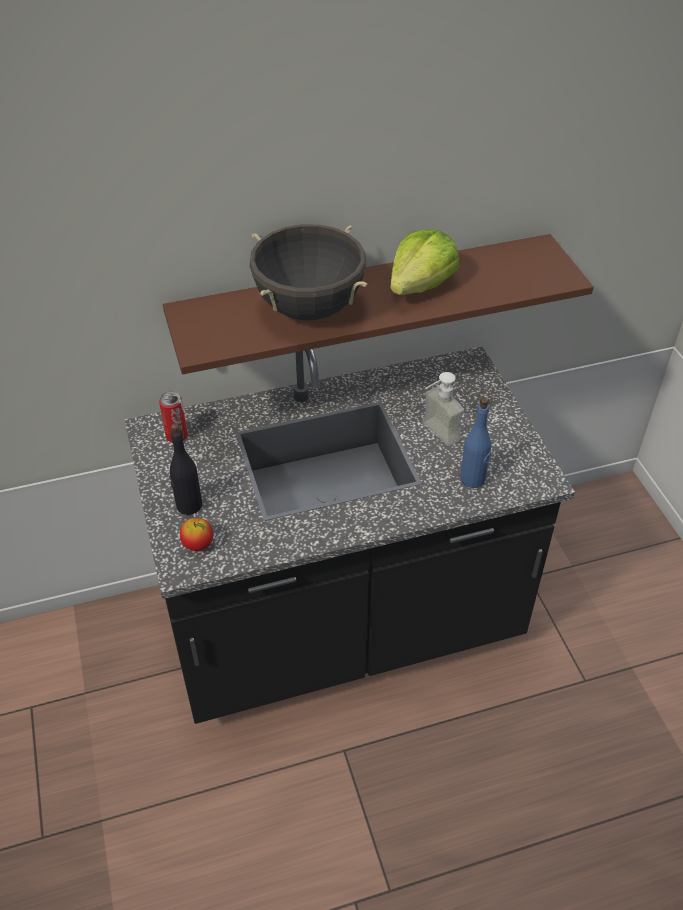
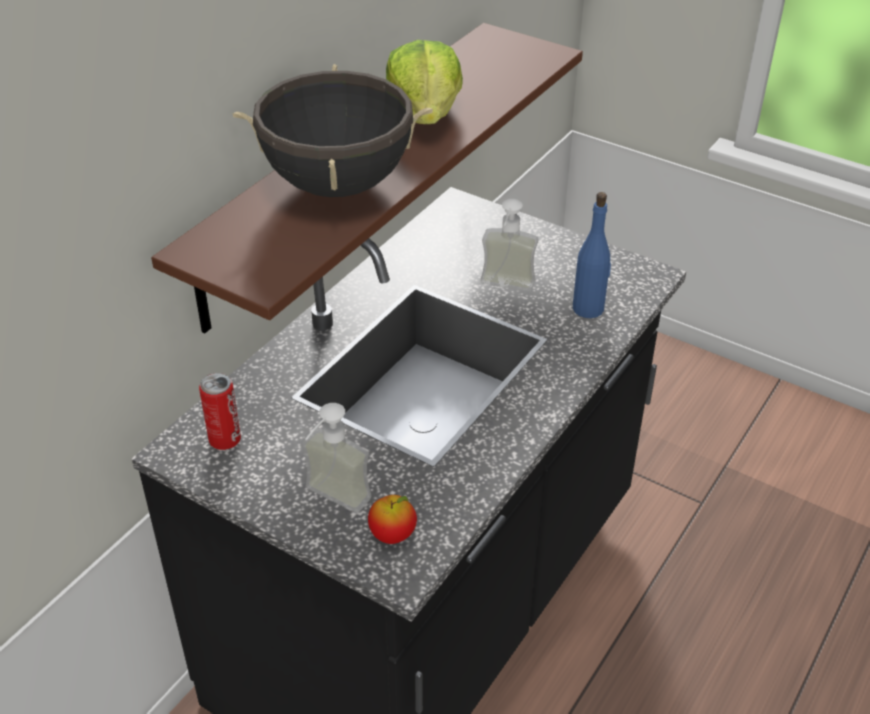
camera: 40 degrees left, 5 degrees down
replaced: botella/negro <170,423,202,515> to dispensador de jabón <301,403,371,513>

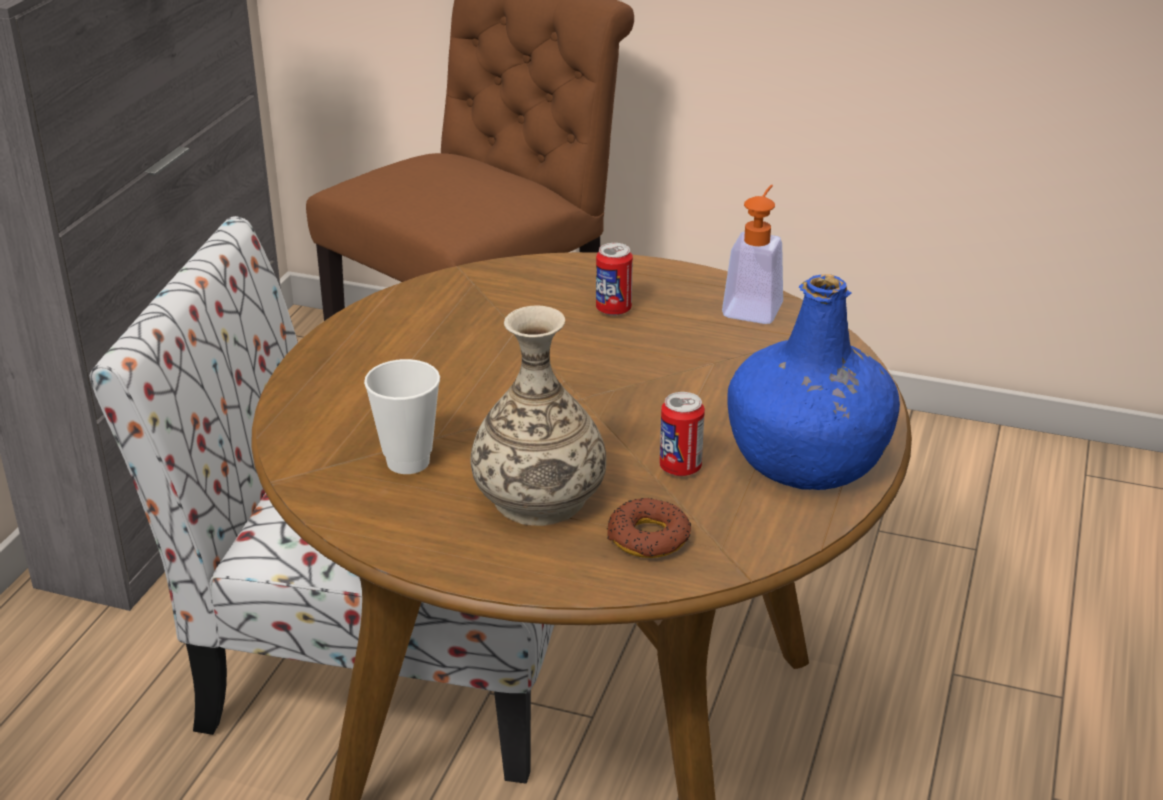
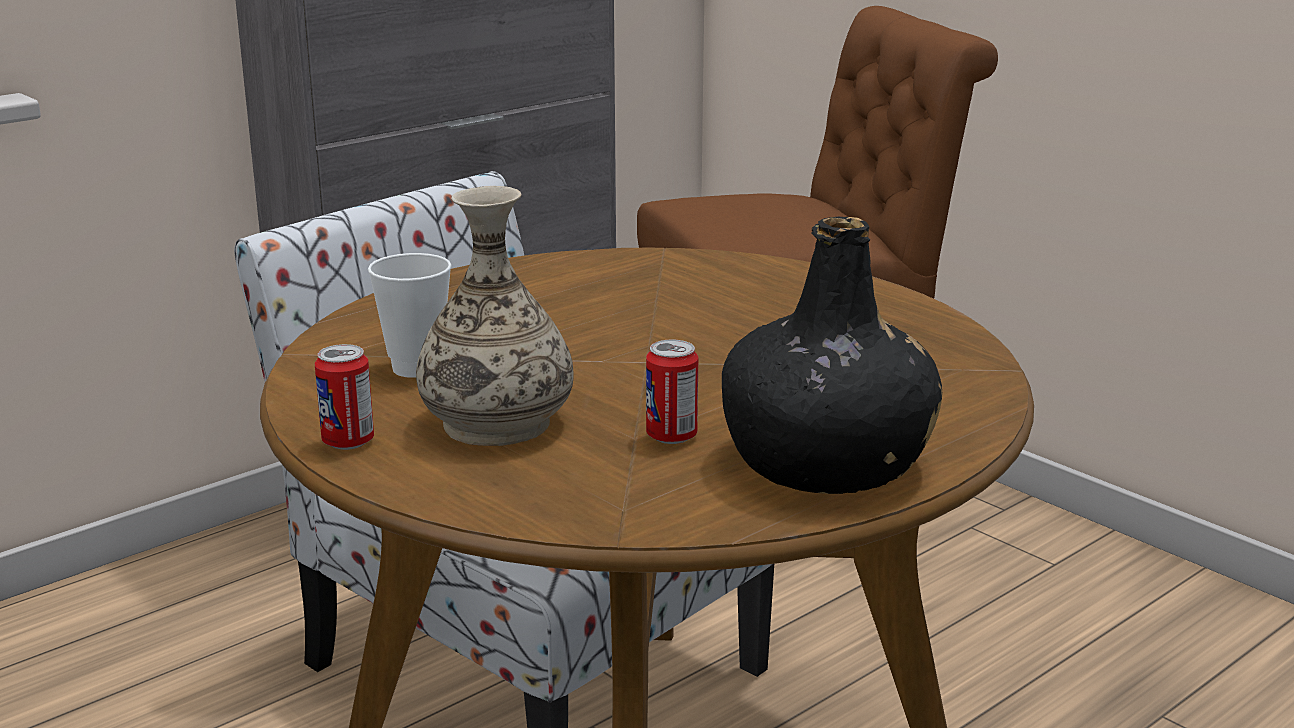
camera: 30 degrees right, 10 degrees down
removed: rosquilla <607,498,691,558>; dispensador de jabón <722,185,783,324>
moved: lata <596,243,633,316> to <315,344,374,450>
recoloured: botella/azul <727,274,900,490> to botella/negro <722,217,942,494>

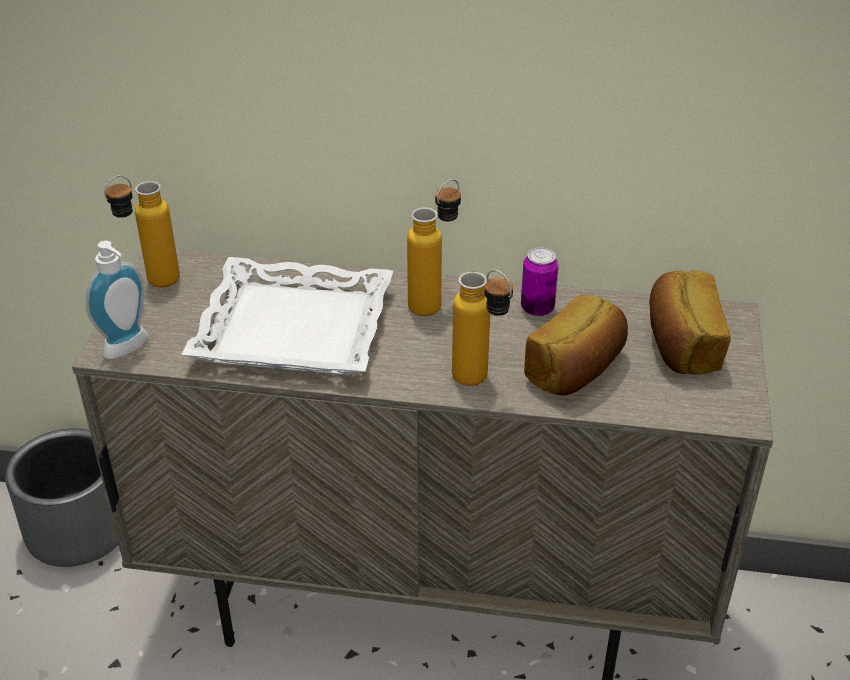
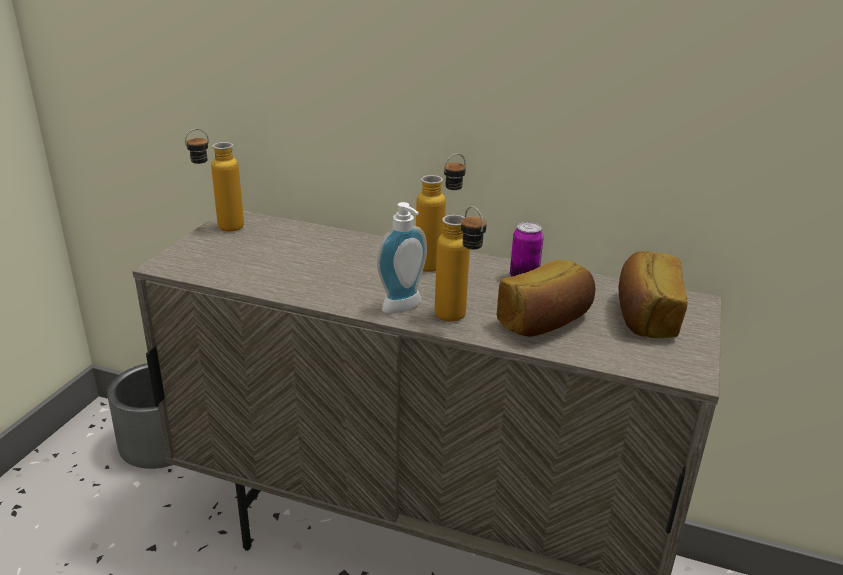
camera: 10 degrees right, 10 degrees down
removed: bandeja/blanco <181,257,393,375>
moved: dispensador de jabón <86,241,148,359> to <377,202,427,314>

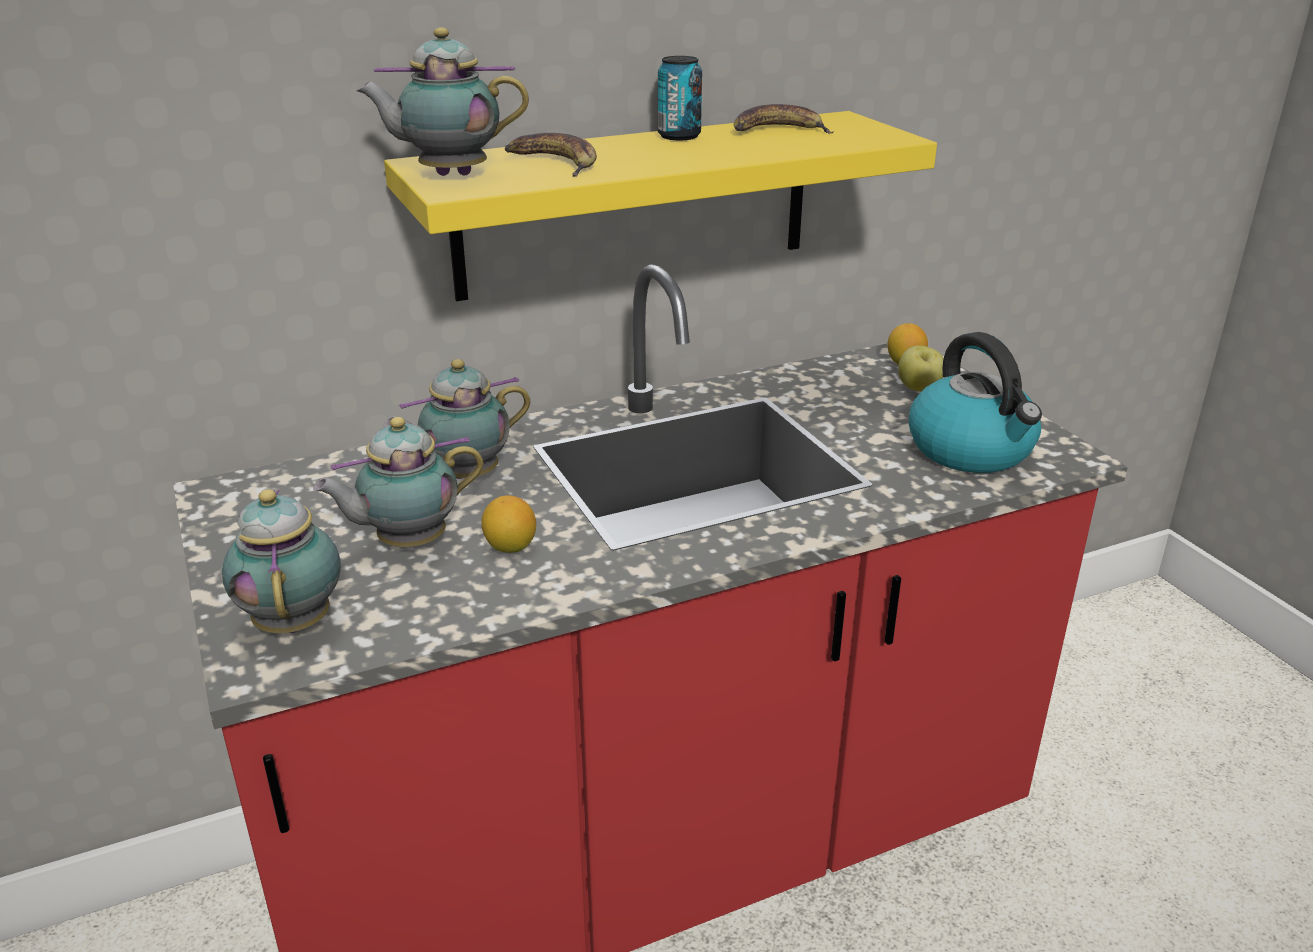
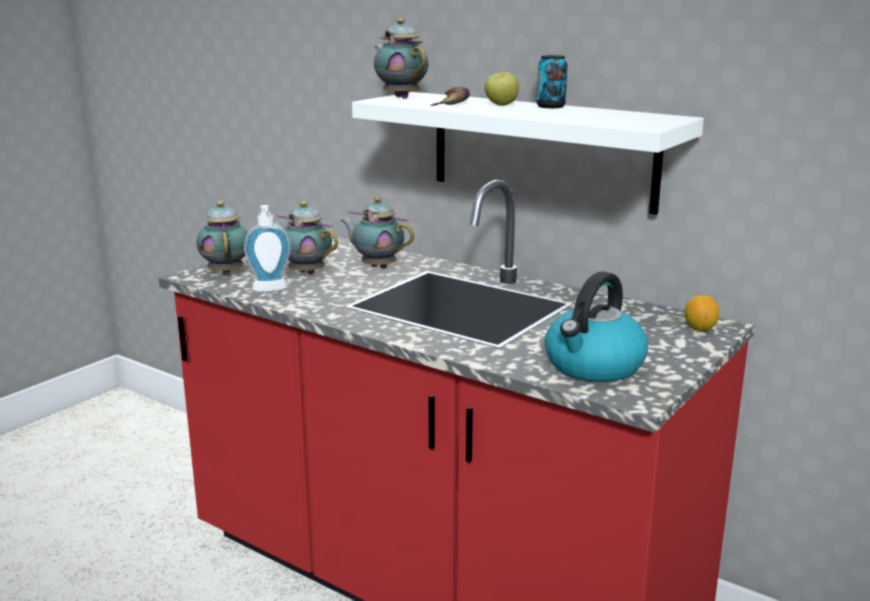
camera: 60 degrees right, 10 degrees down
removed: limón <482,495,536,553>; plátano <734,104,833,134>
added: dispensador de jabón <244,205,291,292>
moved: manzana <898,346,944,391> to <485,72,519,106>
recoloured: estante/amarillo <384,111,937,301> to estante/blanco <352,92,704,215>
turned: tetera <222,489,341,633> = <196,201,248,275> 60 degrees counterclockwise

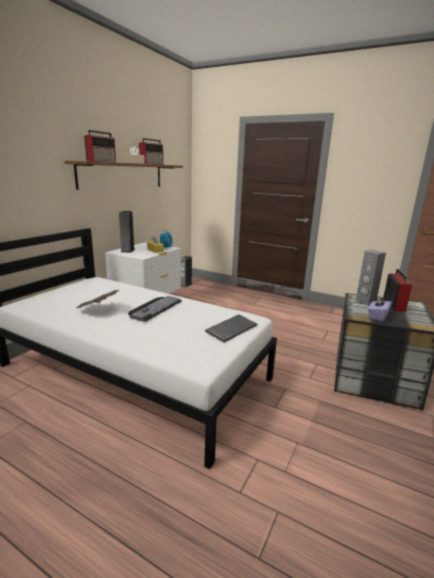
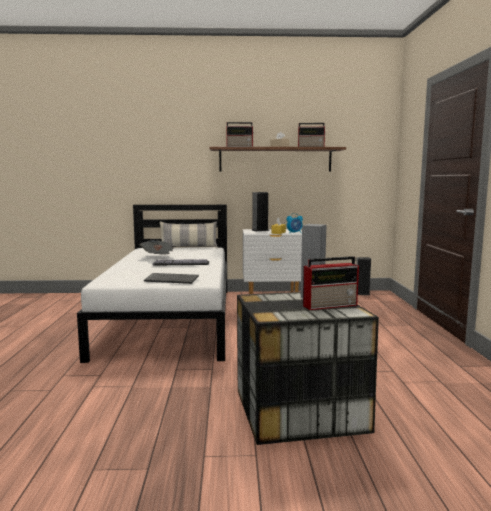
camera: 60 degrees right, 10 degrees down
removed: caja de pañuelos/morado <368,296,392,322>
added: cojín <160,221,218,247>

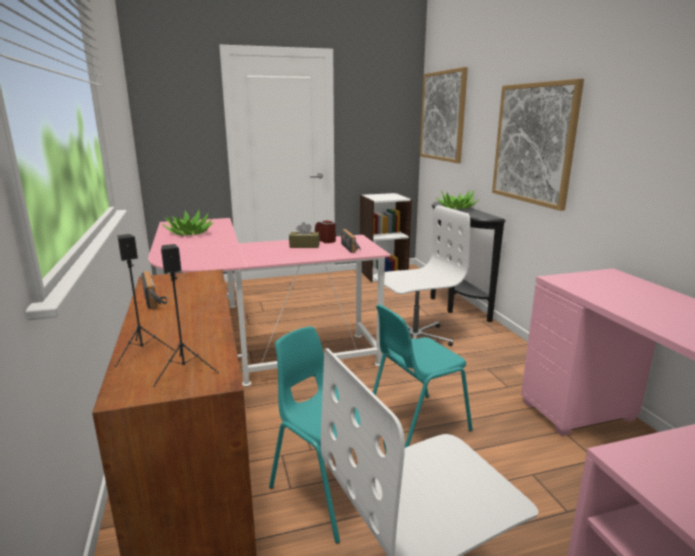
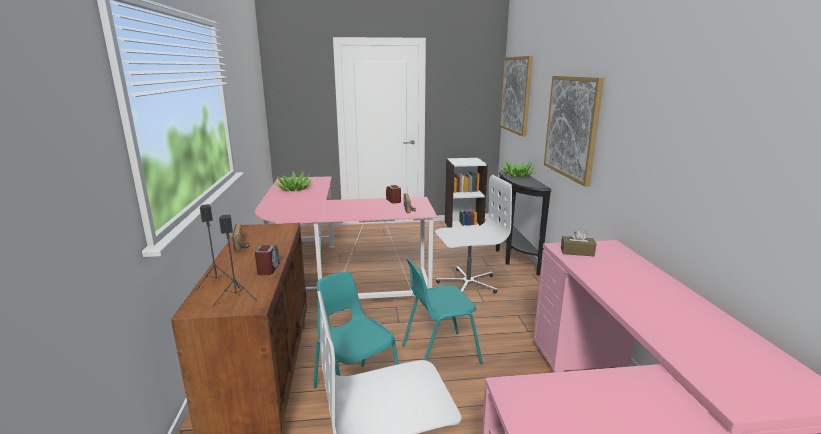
camera: 10 degrees right, 0 degrees up
added: despertador <255,245,279,275>
moved: caja de pañuelos/marrón <289,222,320,248> to <561,228,596,256>

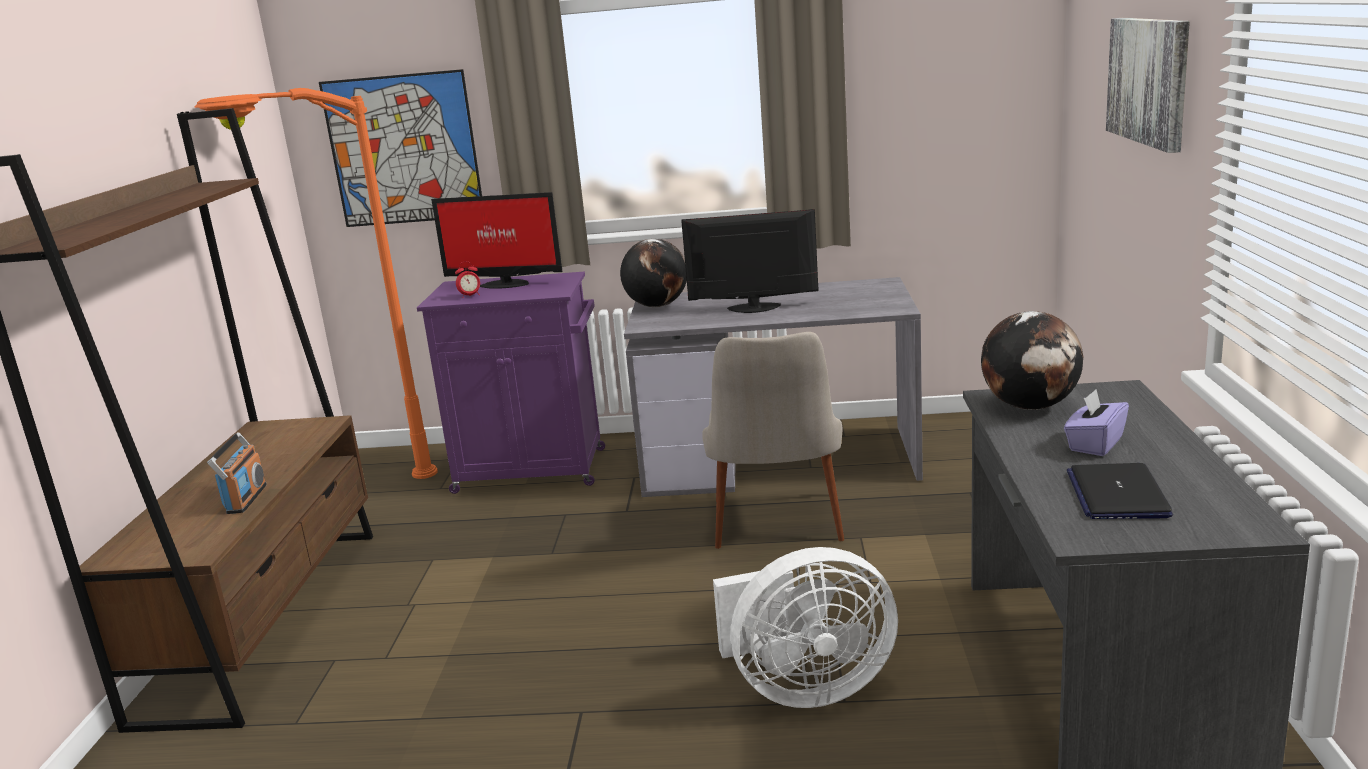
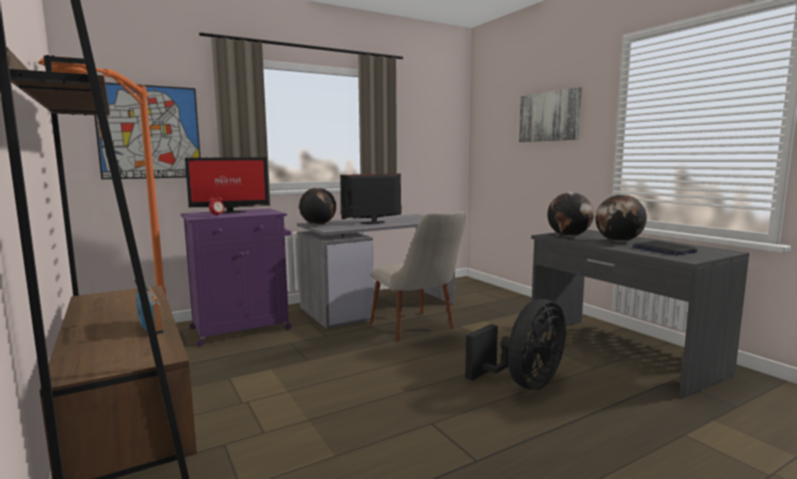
camera: 35 degrees left, 10 degrees down
replaced: caja de pañuelos/morado <1064,389,1129,456> to globo terráqueo <595,194,647,242>
recoloured: ventilador/blanco <713,547,898,708> to ventilador/negro <465,299,566,390>

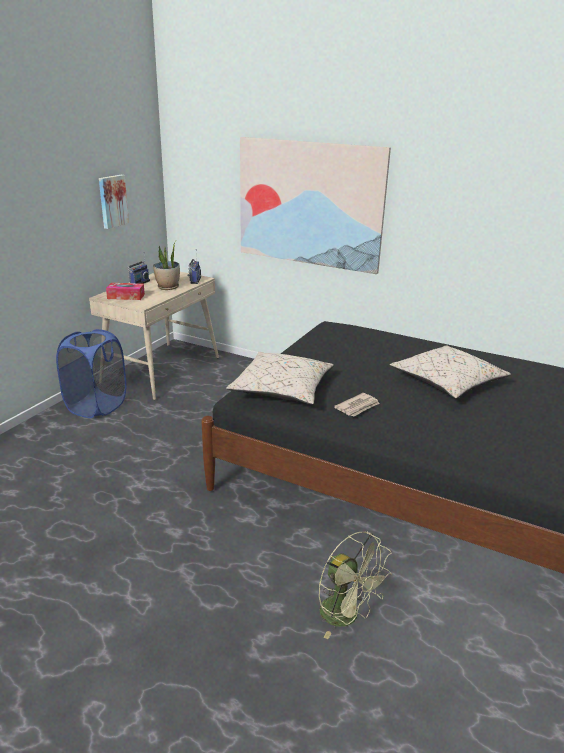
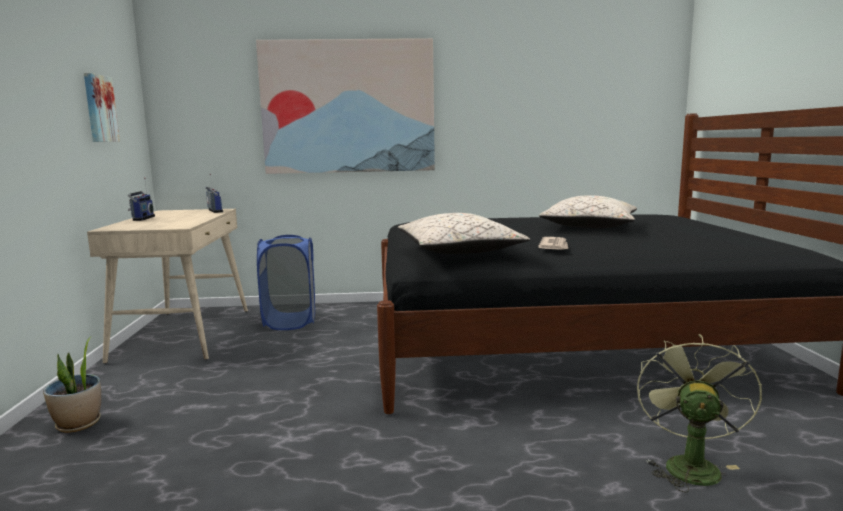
camera: 30 degrees left, 15 degrees down
removed: caja de pañuelos <106,283,145,300>
moved: cesto de la ropa/azul <56,329,126,418> to <257,235,315,330>; planta en maceta <153,241,180,290> to <43,337,101,433>
turned: ventilador/verde <319,531,392,639> = <637,334,762,493> 90 degrees counterclockwise

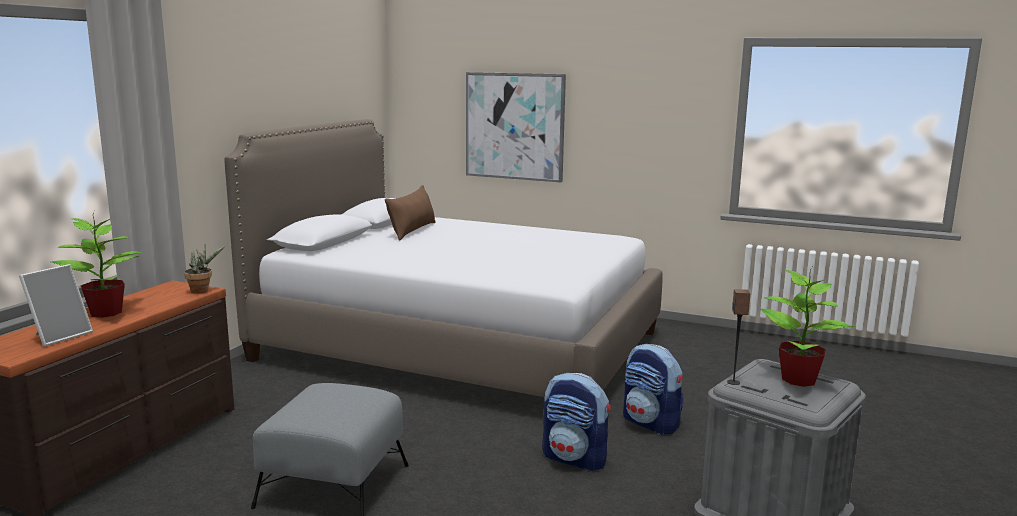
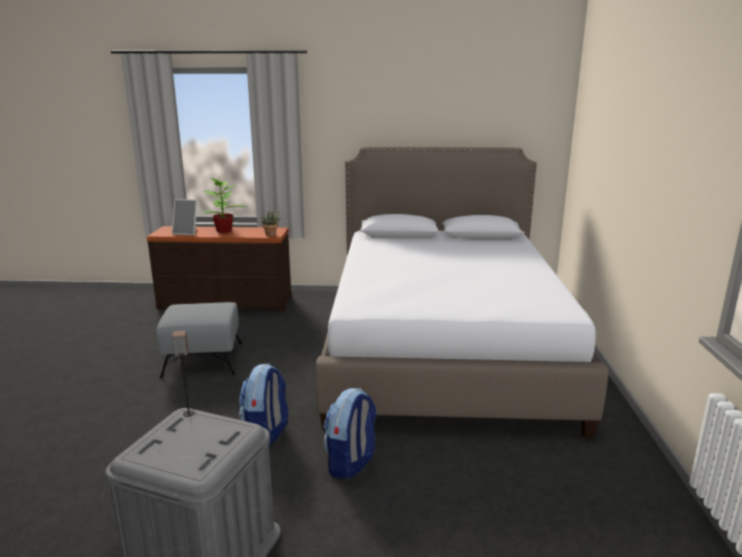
camera: 70 degrees right, 5 degrees up
removed: cojín/marrón <385,185,436,241>; cuadro <466,72,566,182>; planta en maceta <761,267,855,387>

